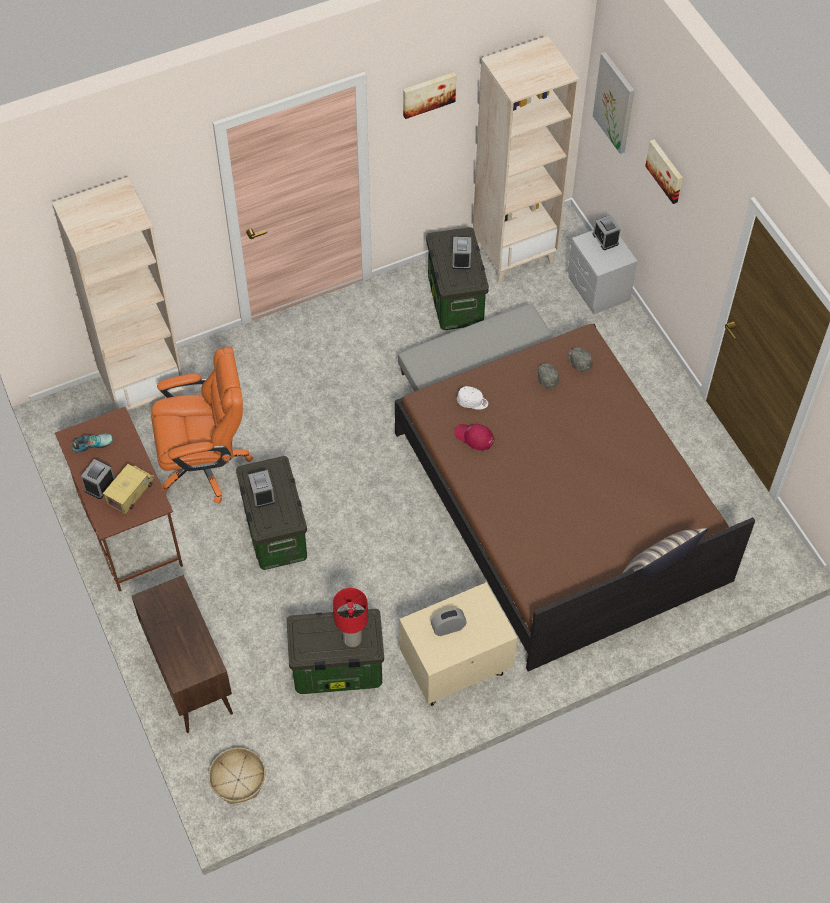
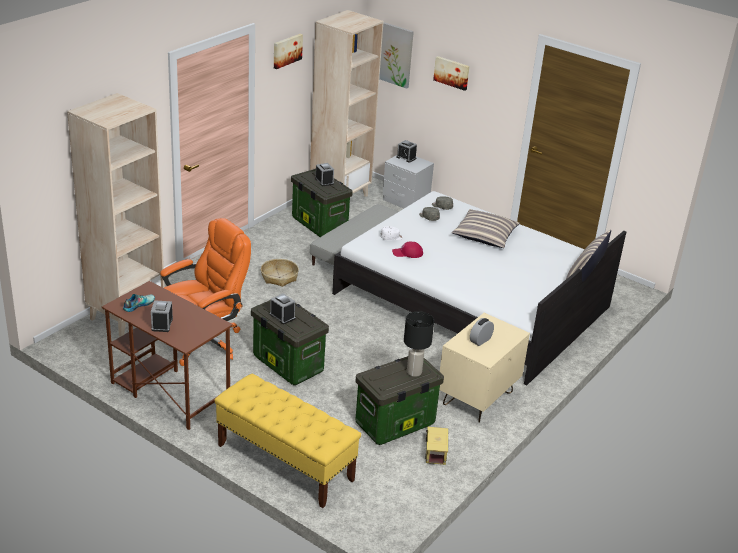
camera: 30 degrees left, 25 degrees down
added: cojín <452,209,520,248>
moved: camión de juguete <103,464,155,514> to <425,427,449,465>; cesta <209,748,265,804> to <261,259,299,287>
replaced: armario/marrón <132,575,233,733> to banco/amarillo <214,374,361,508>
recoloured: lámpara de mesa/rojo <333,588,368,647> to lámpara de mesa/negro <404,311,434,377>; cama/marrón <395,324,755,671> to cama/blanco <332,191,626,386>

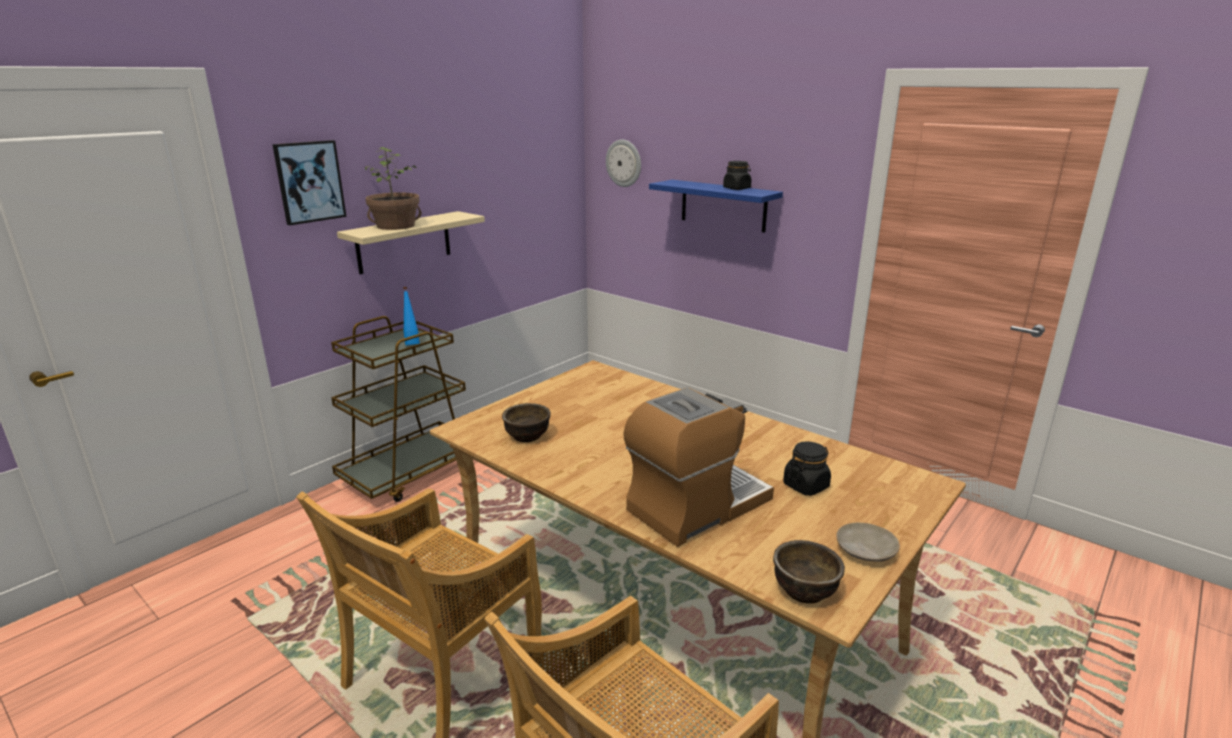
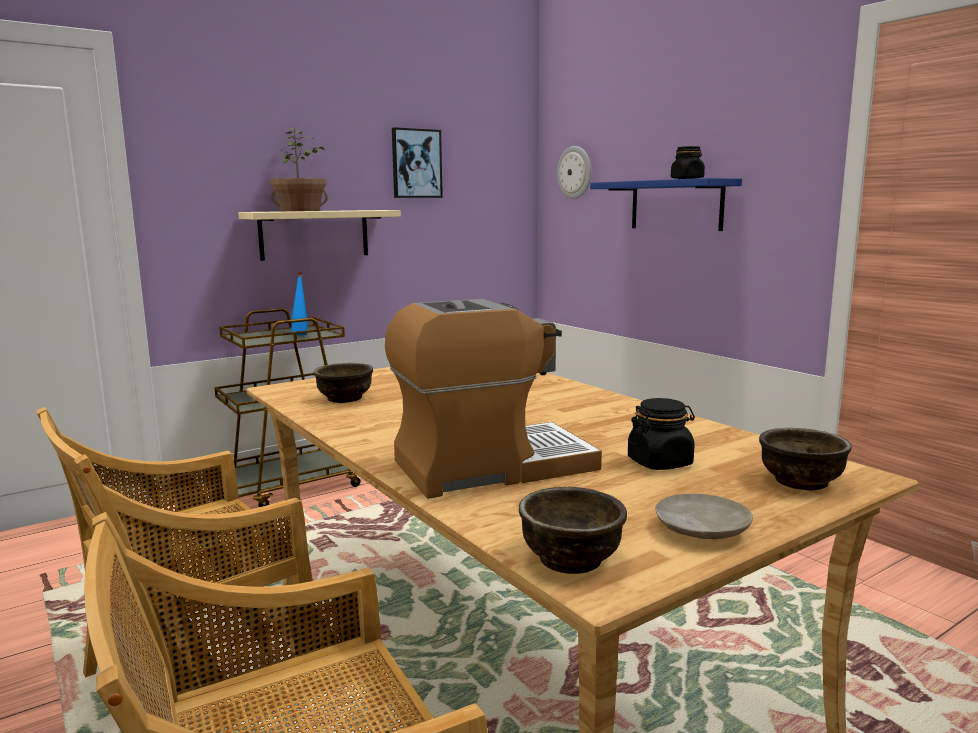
camera: 15 degrees right, 10 degrees down
added: cuenco/marrón <759,428,852,490>
moved: cuadro <272,140,347,225> to <392,127,443,198>

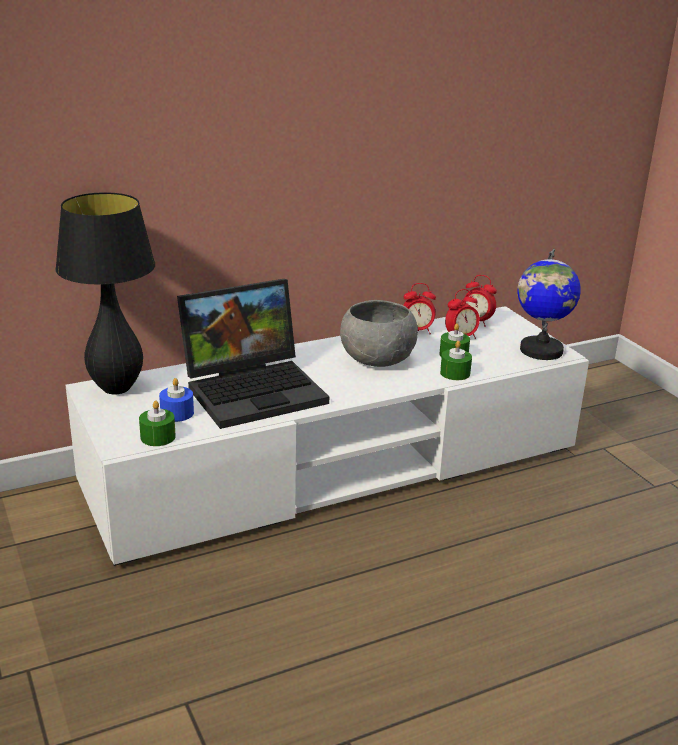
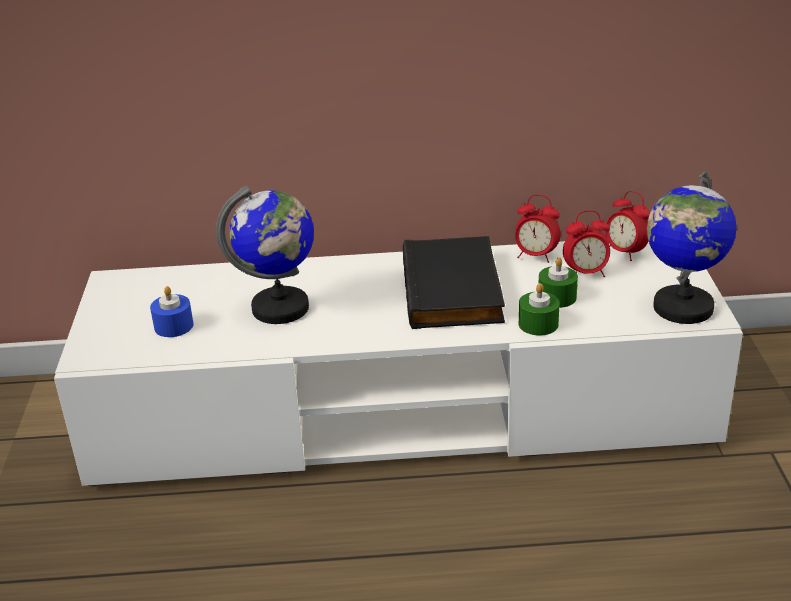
camera: 25 degrees right, 5 degrees up
removed: lámpara de mesa/negro <55,192,155,394>; vela/verde <139,401,176,446>
replaced: portátil <177,279,329,429> to globo terráqueo <216,186,314,324>; cuenco/gris <340,300,418,367> to libro/negro <403,236,505,329>

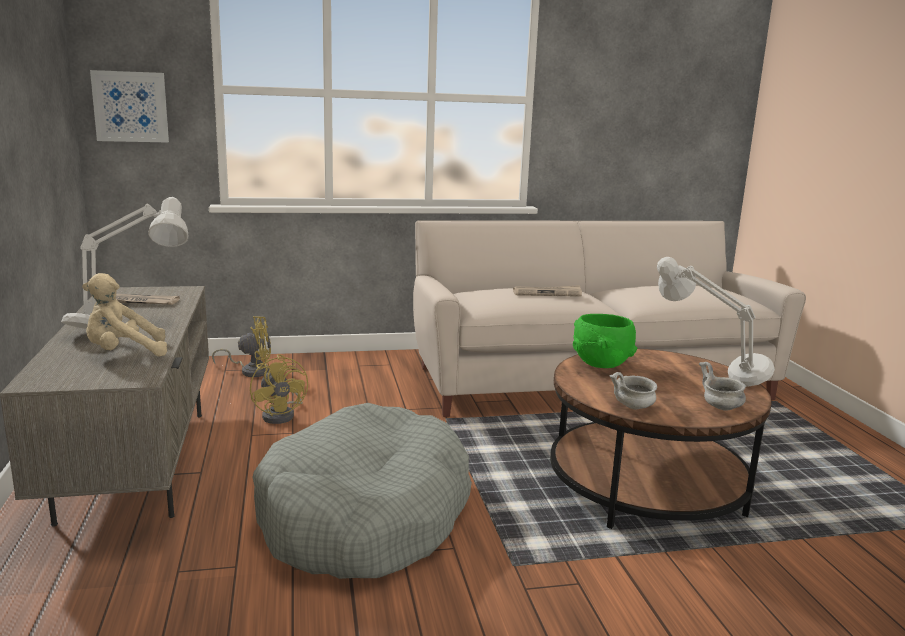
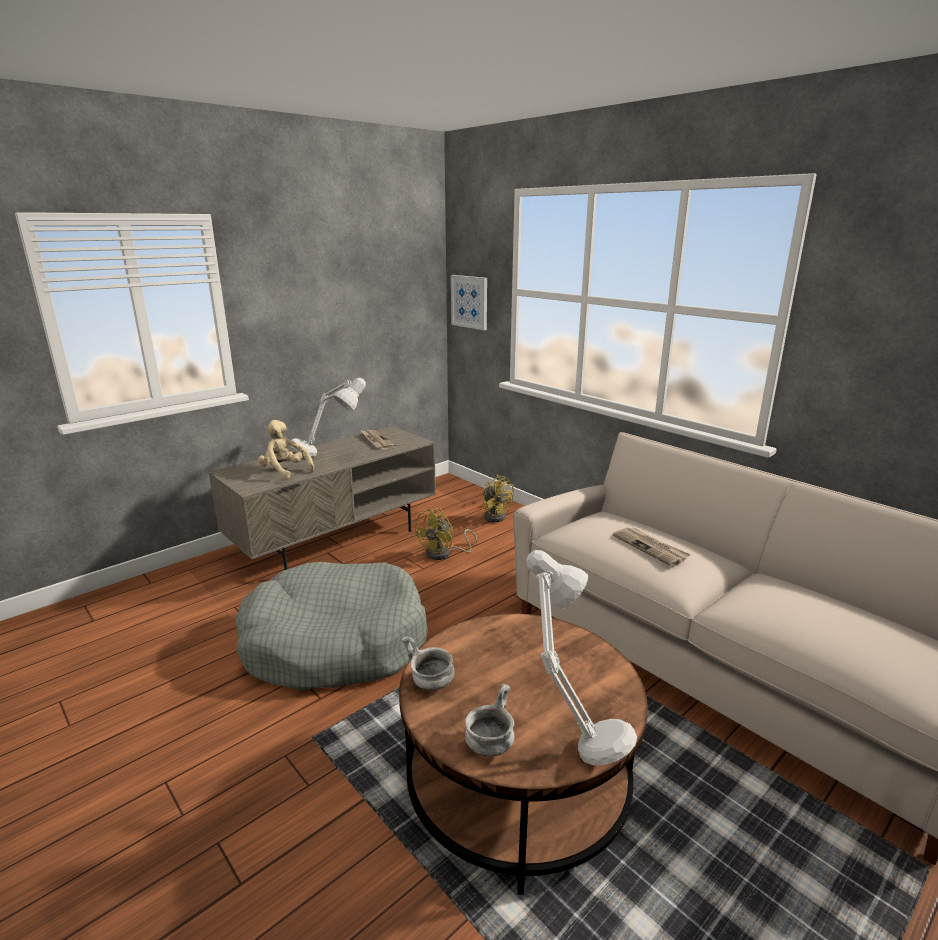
camera: 60 degrees right, 5 degrees up
removed: cuenco/verde <573,314,637,368>

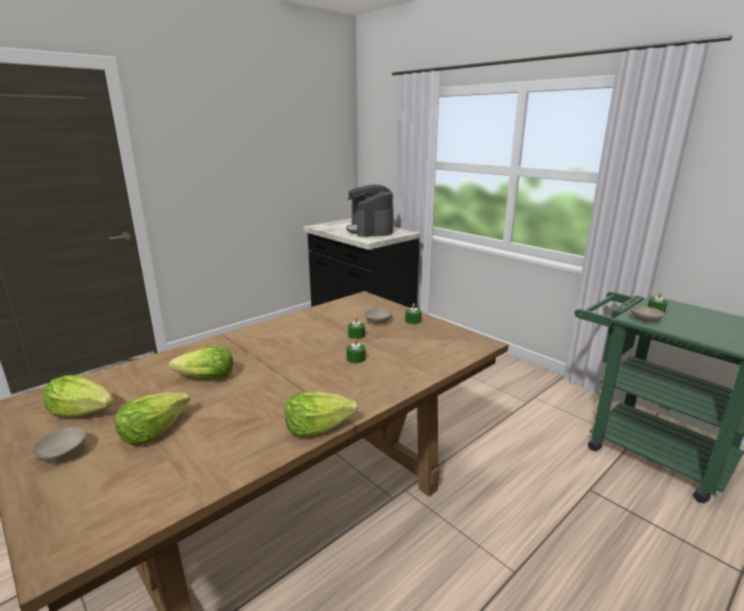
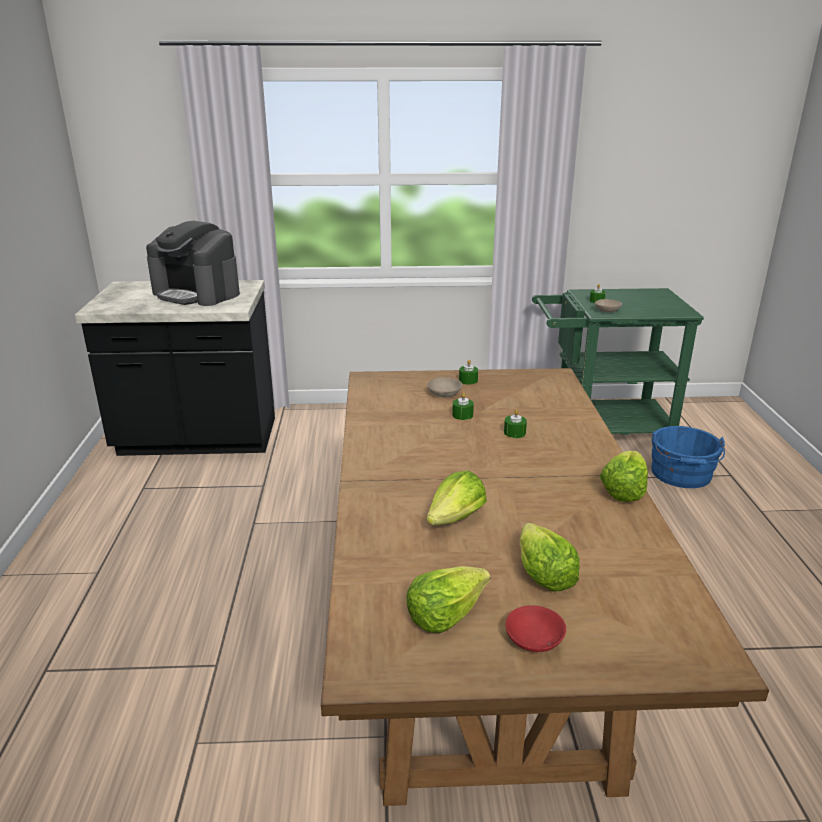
camera: 50 degrees left, 5 degrees up
added: cubo/azul <651,426,725,488>
recoloured: cuenco/beis <31,427,86,462> to cuenco/rojo <505,605,566,652>

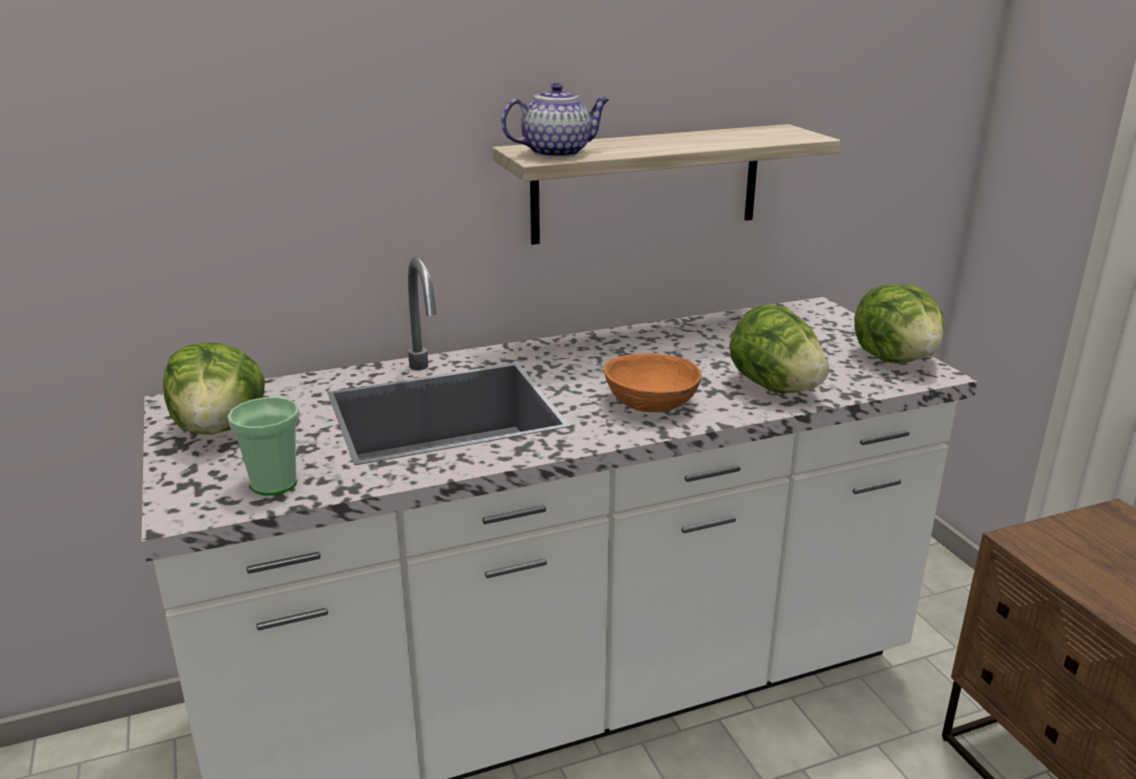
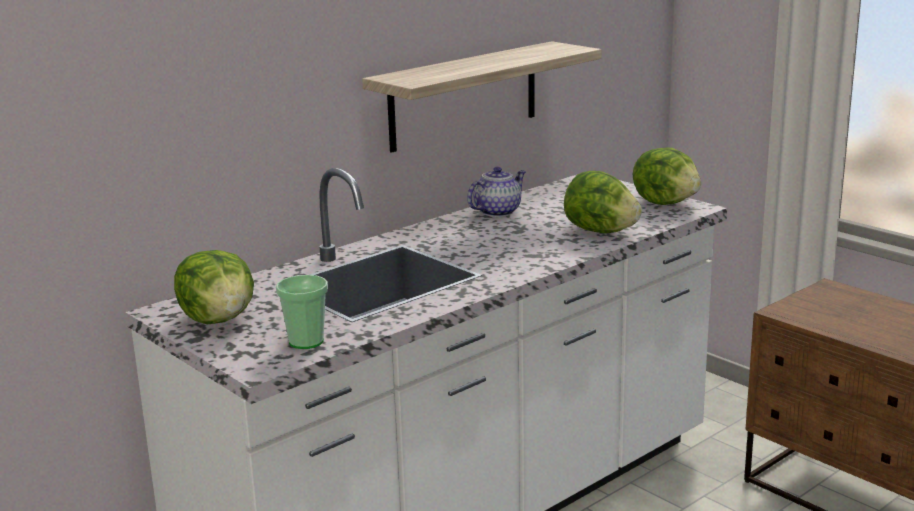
camera: 20 degrees left, 5 degrees down
removed: cuenco/naranja <604,353,701,412>
moved: tetera <501,83,610,158> to <467,167,526,217>

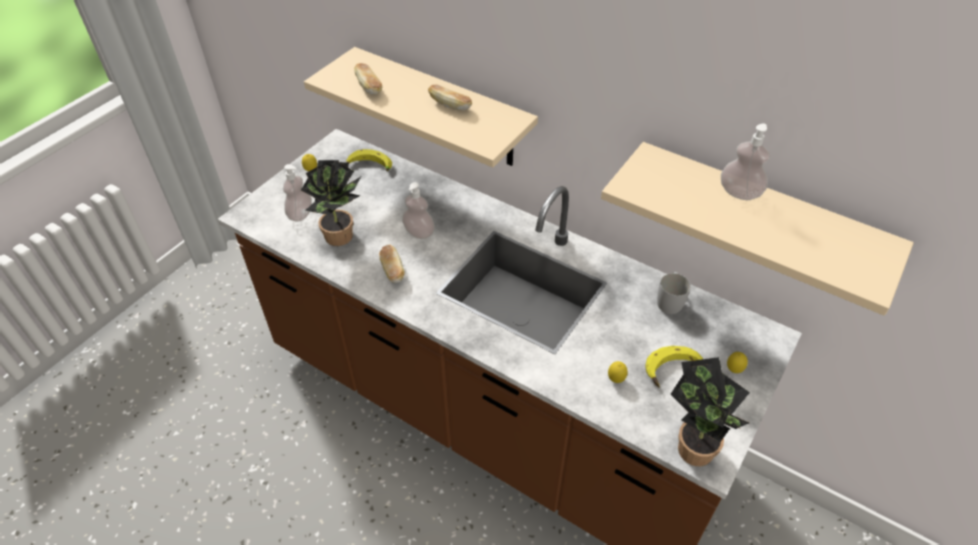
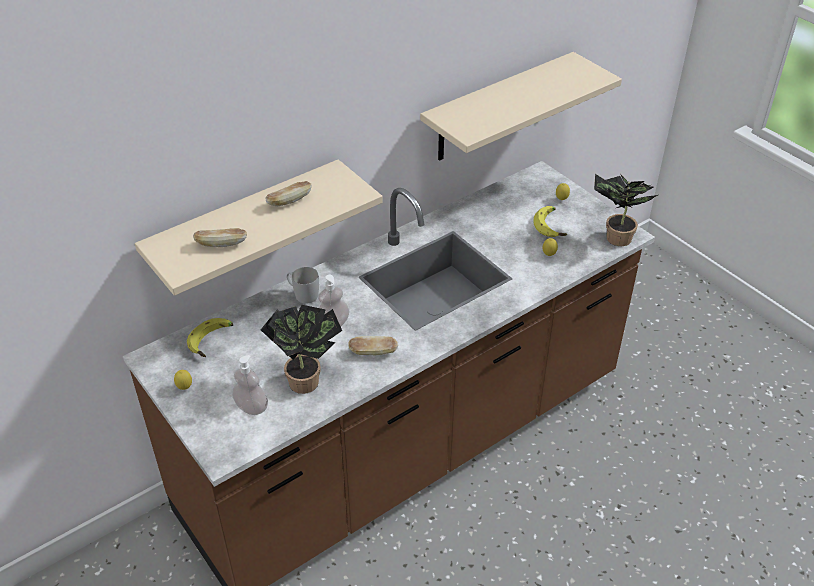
camera: 70 degrees left, 5 degrees down
removed: dispensador de jabón <721,123,770,200>
moved: taza grande/blanco <657,272,691,314> to <287,267,319,304>

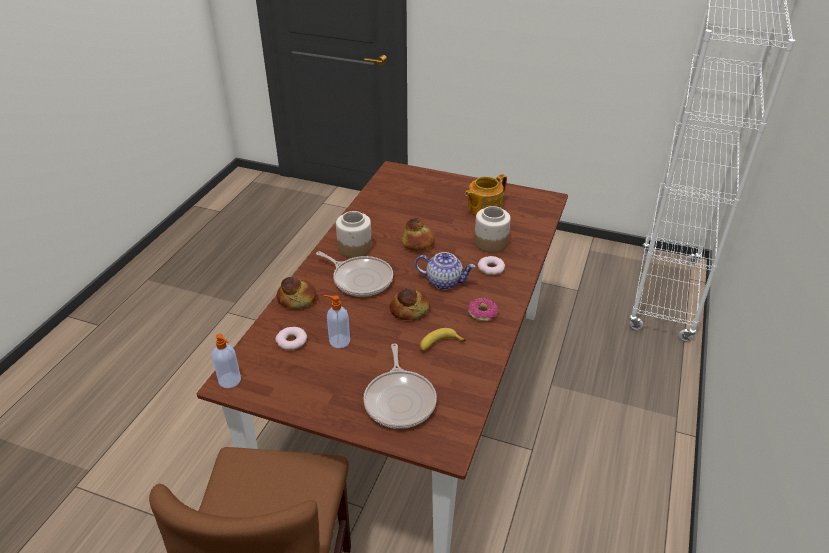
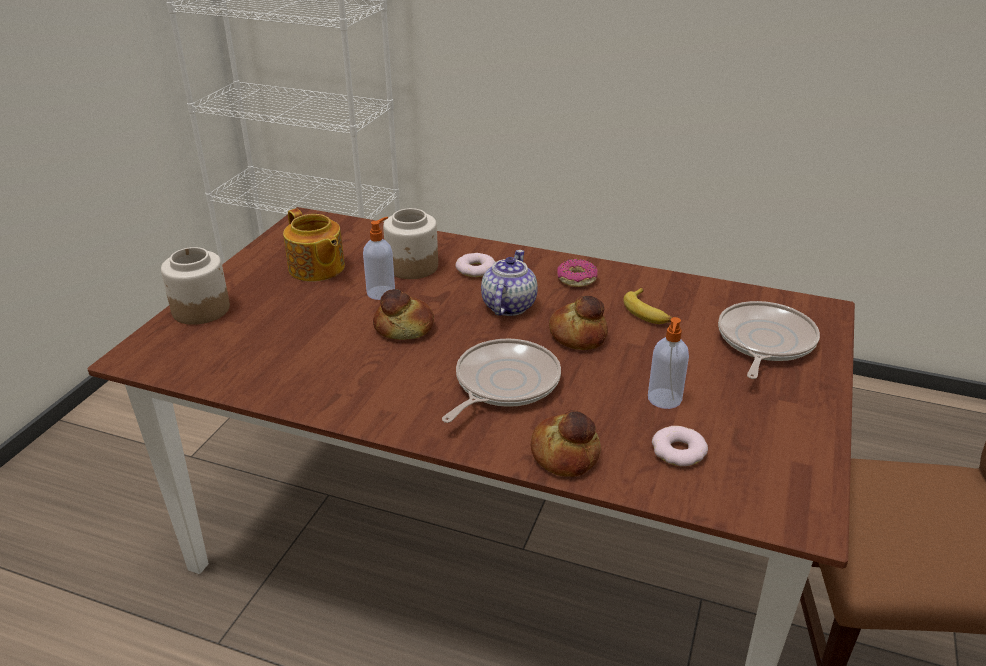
camera: 90 degrees left, 5 degrees down
moved: dispensador de jabón <212,334,241,388> to <363,217,395,300>; tarro <336,211,372,258> to <161,247,230,325>
turned: sartén <363,343,437,429> = <718,301,820,379> 60 degrees counterclockwise

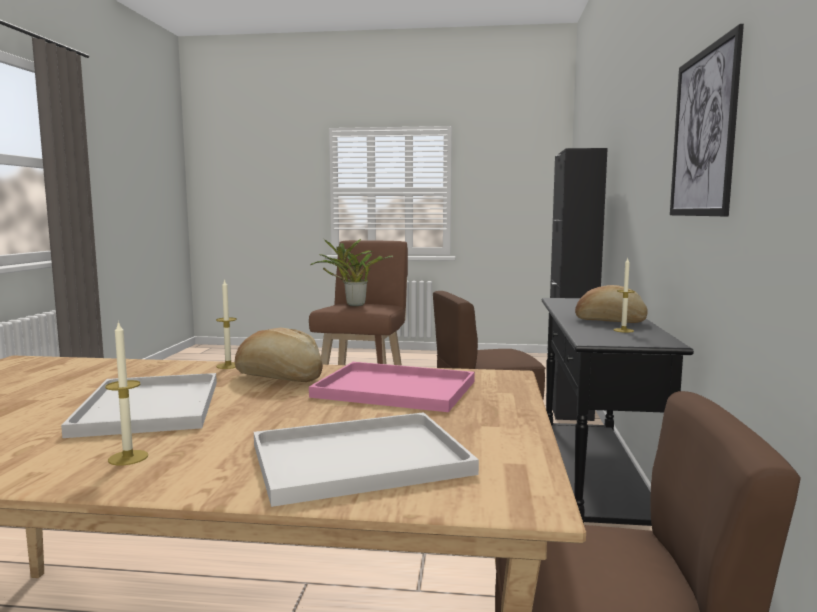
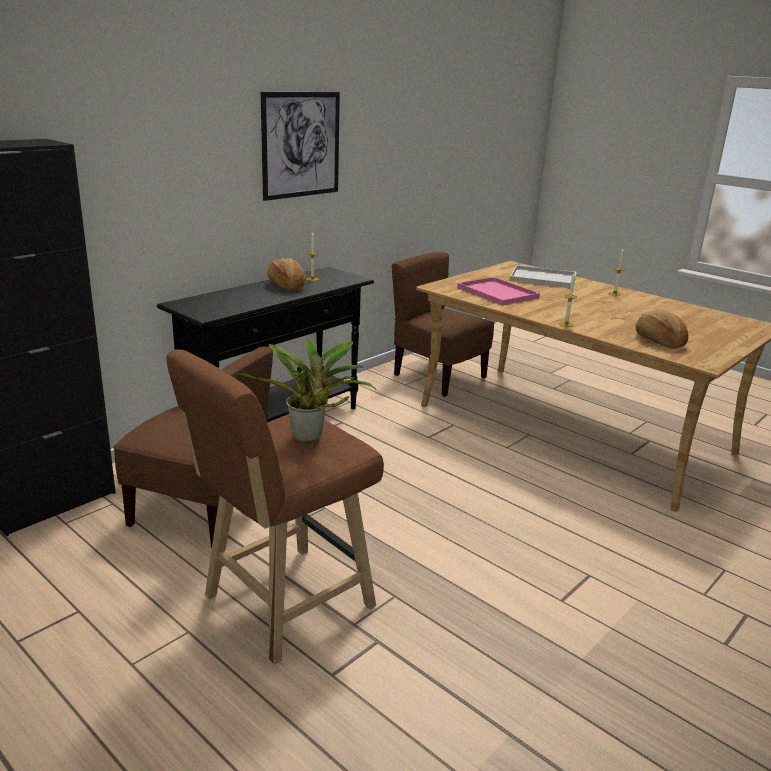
camera: 145 degrees left, 15 degrees up
removed: bandeja/blanco <61,373,217,438>
moved: pan <235,328,323,382> to <636,310,688,348>

